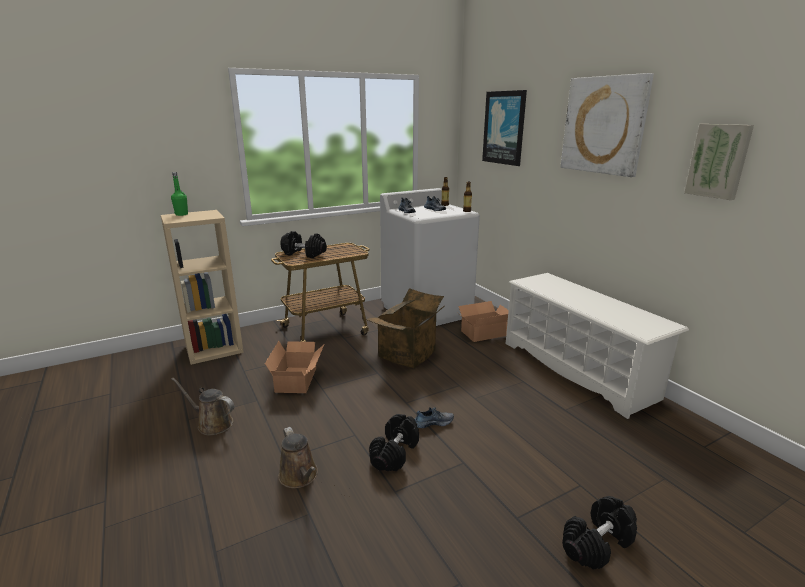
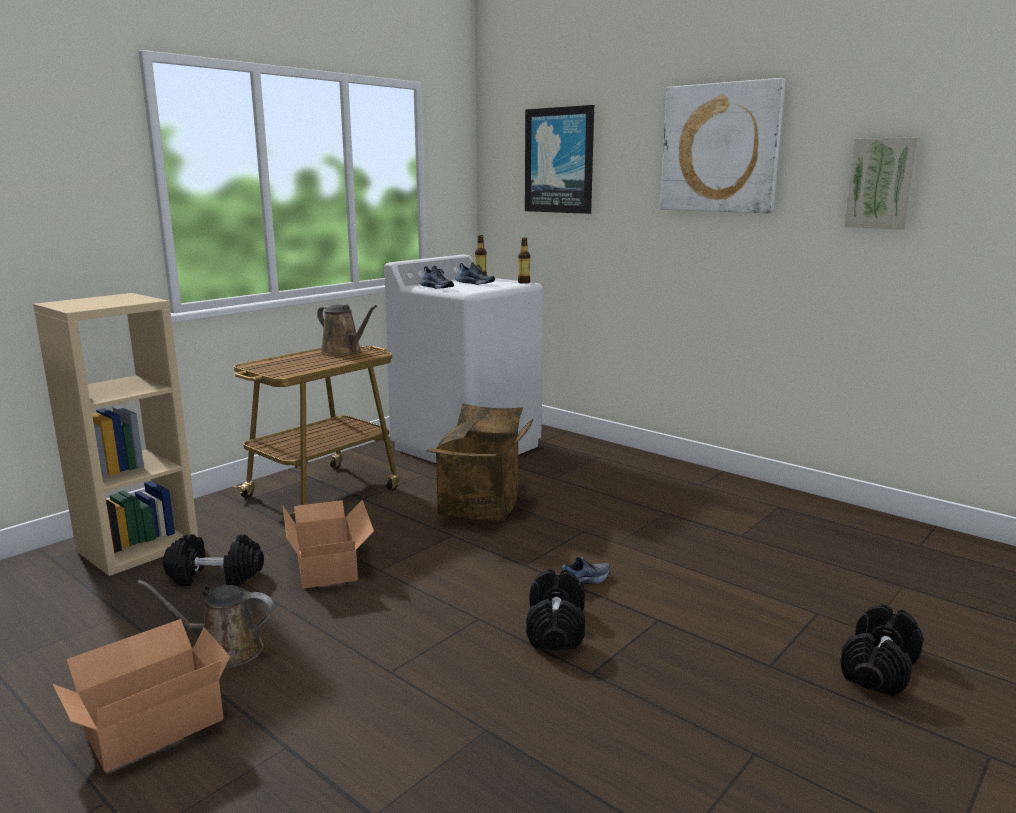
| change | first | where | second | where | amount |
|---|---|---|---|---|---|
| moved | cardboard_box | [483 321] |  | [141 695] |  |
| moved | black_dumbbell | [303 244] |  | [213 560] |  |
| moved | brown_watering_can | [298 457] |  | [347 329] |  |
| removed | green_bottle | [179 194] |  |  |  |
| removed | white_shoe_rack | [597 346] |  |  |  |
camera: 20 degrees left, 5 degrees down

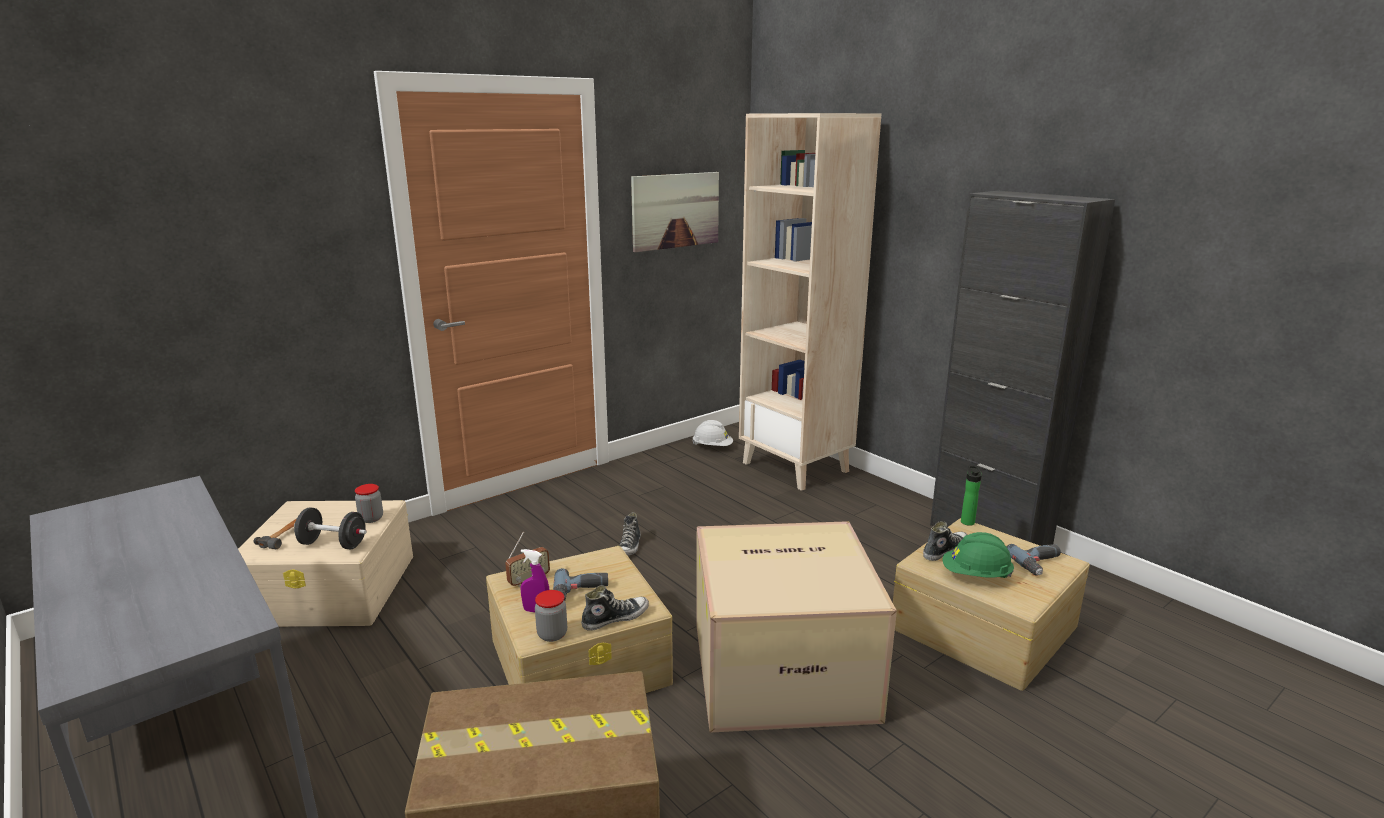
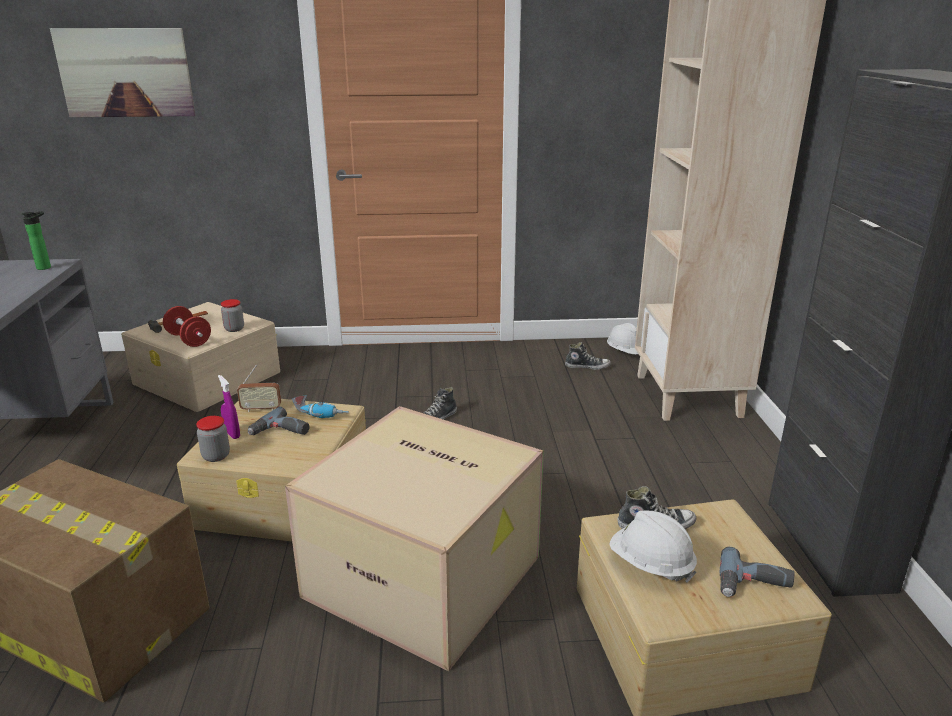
| change | first | where | second | where | amount |
|---|---|---|---|---|---|
| moved | bottle | [971 496] |  | [36 240] |  |
| moved | picture | [675 212] |  | [123 72] |  |
| recoloured | black_dumbbell | [330 528] | red_dumbbell | [187 326] |  |
| added |  |  | power_drill | [320 407] |  |
| moved | shoe | [615 608] |  | [588 356] |  |
| recoloured | green_hard_hat | [978 555] | white_hard_hat | [653 546] |  |
camera: 35 degrees right, 5 degrees up

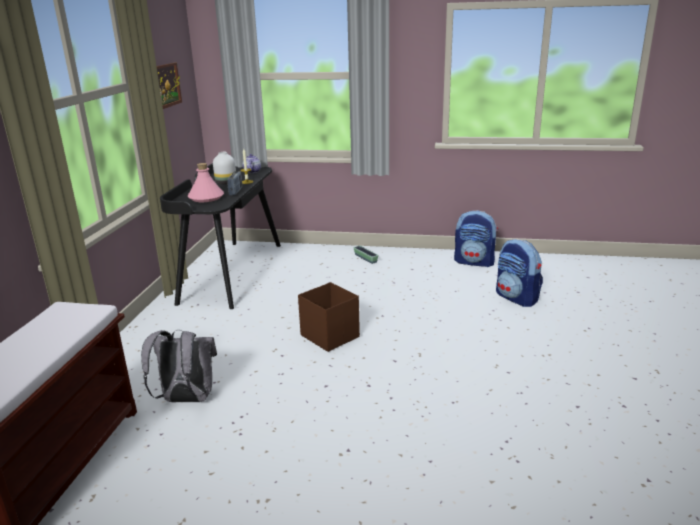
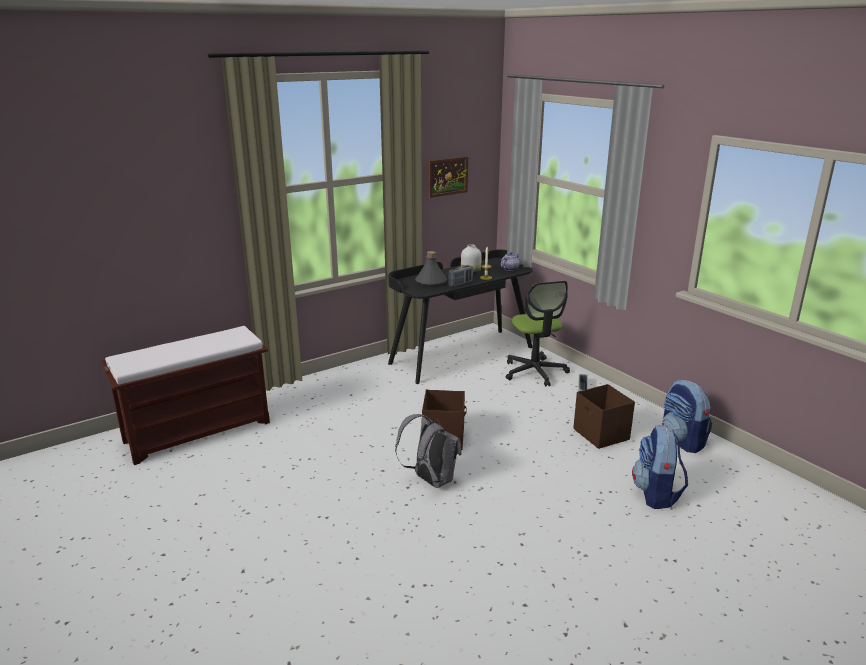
| change | first | where | second | where | amount |
|---|---|---|---|---|---|
| moved | grey_backpack | [179 366] |  | [428 451] |  |
| recoloured | pink_bottle | [206 182] | grey_bottle | [431 269] |  |
| added |  |  | office_chair | [538 334] |  |
| added |  |  | brown_storage_box | [604 416] |  |
camera: 45 degrees right, 0 degrees up

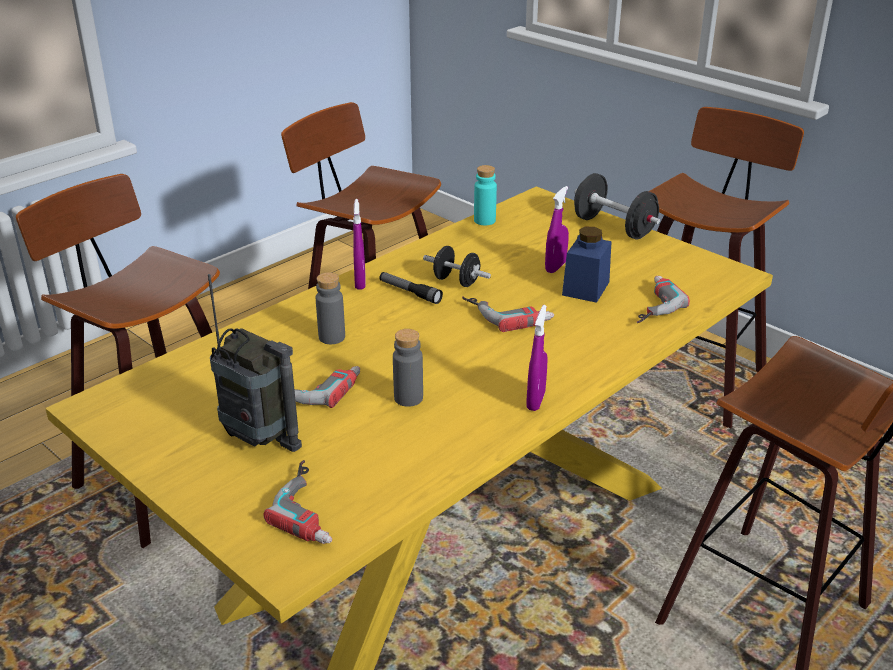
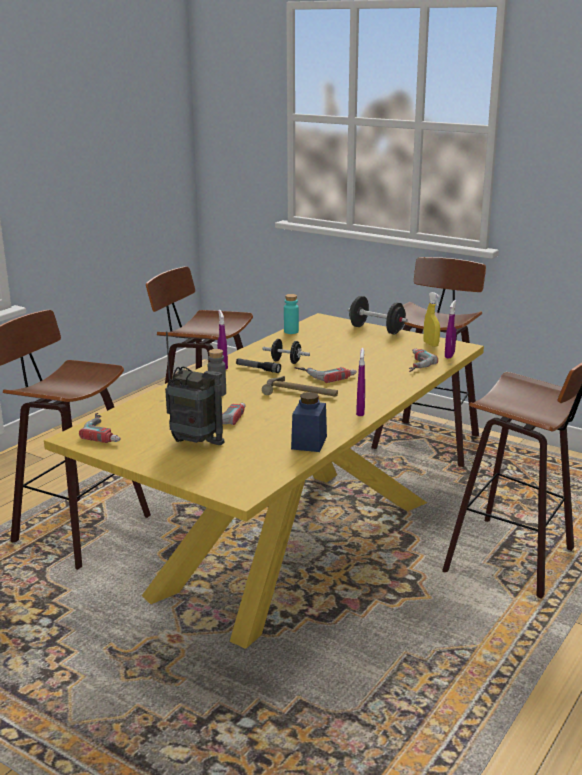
| change | first | where | second | where | amount |
|---|---|---|---|---|---|
| moved | power_drill | [297 502] |  | [100 428] |  |
| added |  |  | hammer | [300 386] |  |
| moved | blue_jar | [587 265] |  | [309 422] |  |
| added |  |  | yellow_spray_bottle | [431 319] |  |
| moved | purple_spray_bottle | [557 229] |  | [450 329] |  |
| removed | grey_bottle | [408 368] |  |  |  |
camera: 10 degrees left, 10 degrees down

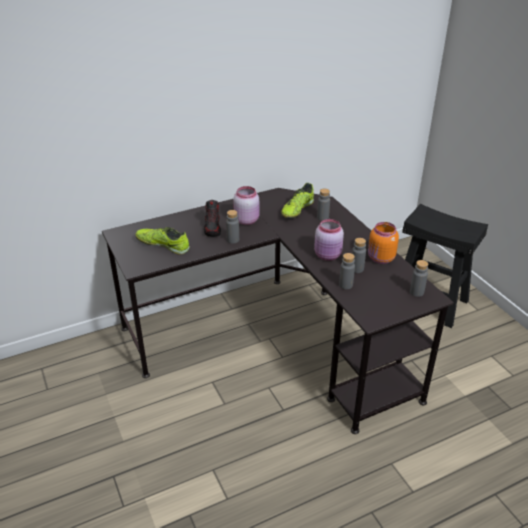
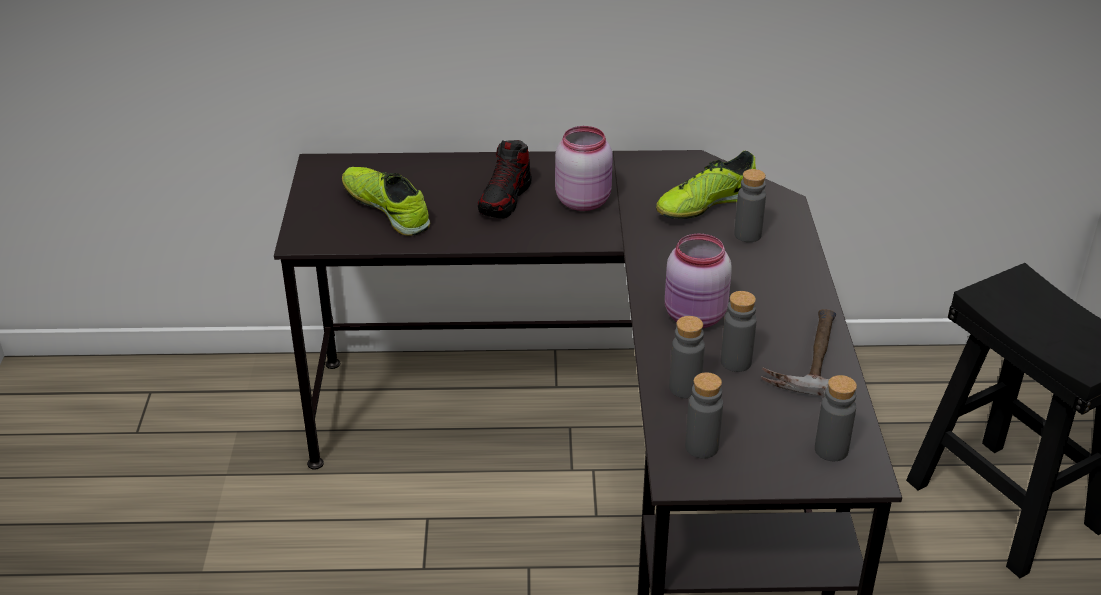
| change | first | where | second | where | amount |
|---|---|---|---|---|---|
| moved | grey_bottle | [232 227] |  | [704 415] |  |
| replaced | orange_jar | [383 243] | hammer | [798 353] |  |
camera: 25 degrees right, 0 degrees up

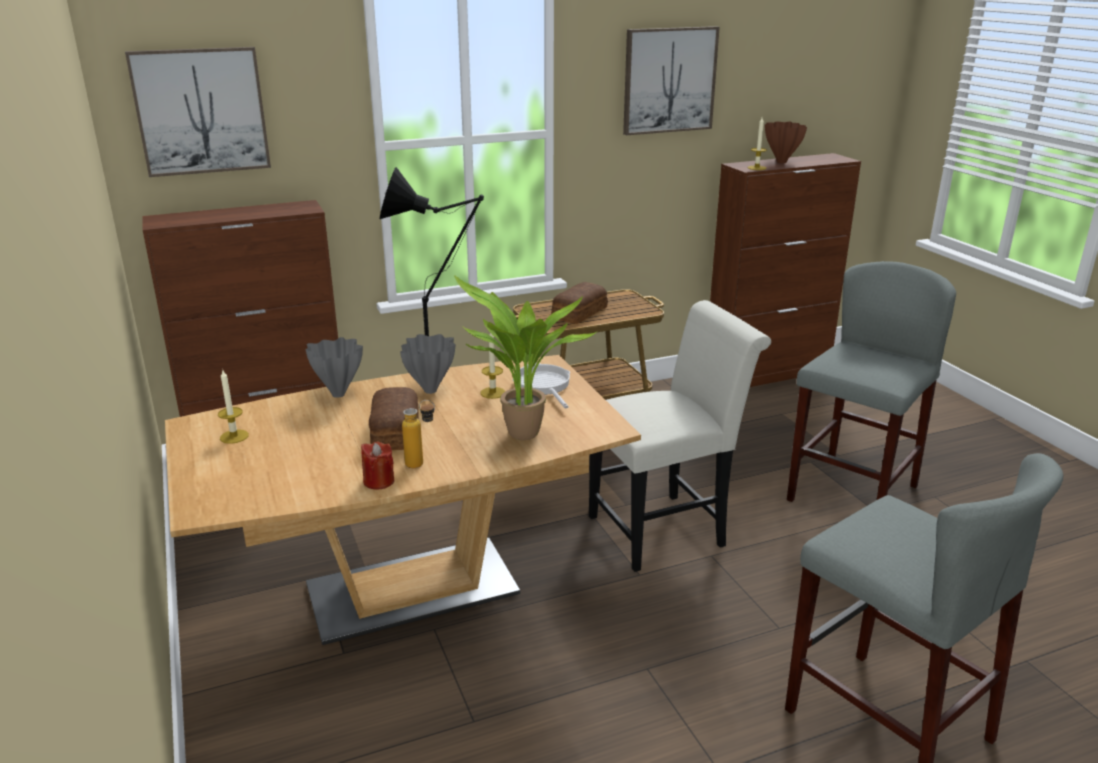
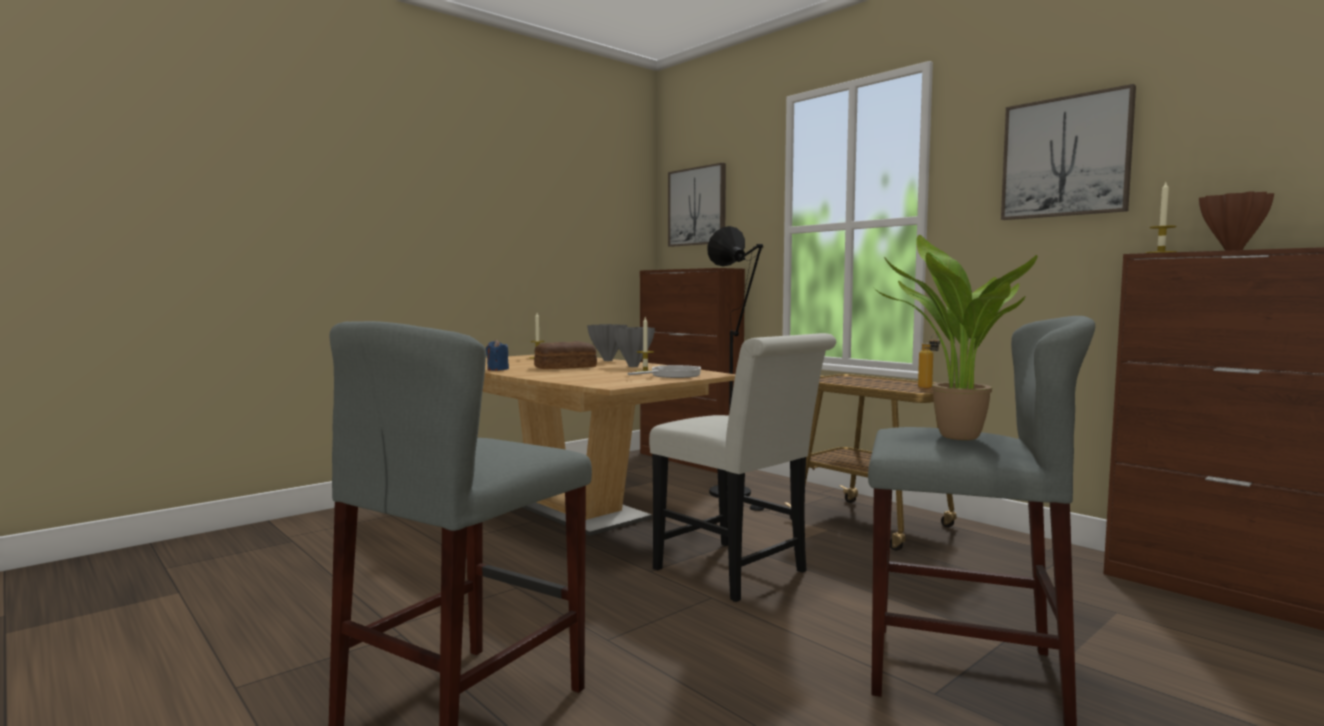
| change | first | where | second | where | amount |
|---|---|---|---|---|---|
| recoloured | red_candle | [377 465] | blue_candle | [497 355] |  |
| moved | potted_plant | [526 357] |  | [956 337] |  |
| moved | bottle | [418 434] |  | [929 361] |  |
| removed | bread | [579 303] |  |  |  |
camera: 70 degrees right, 20 degrees down

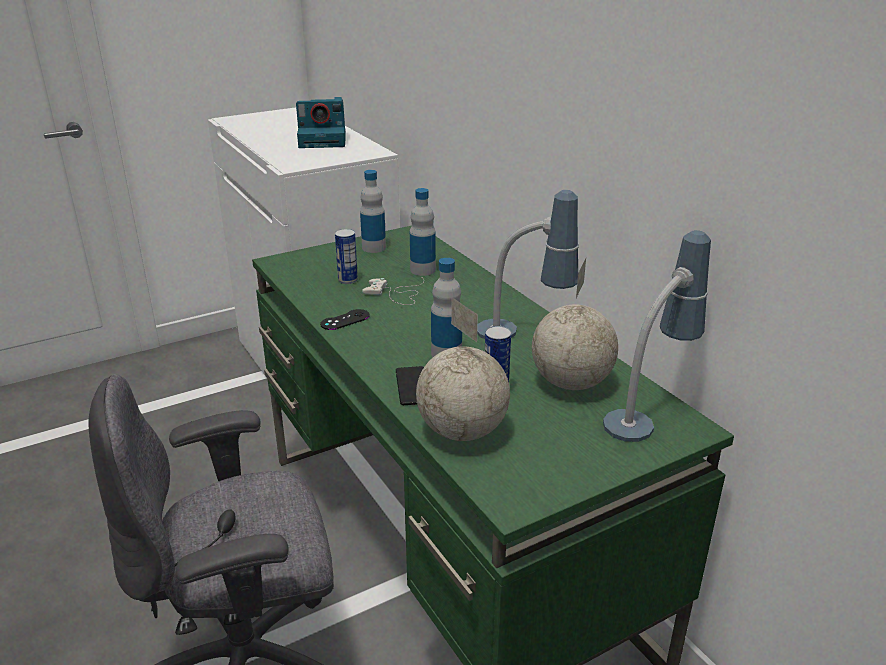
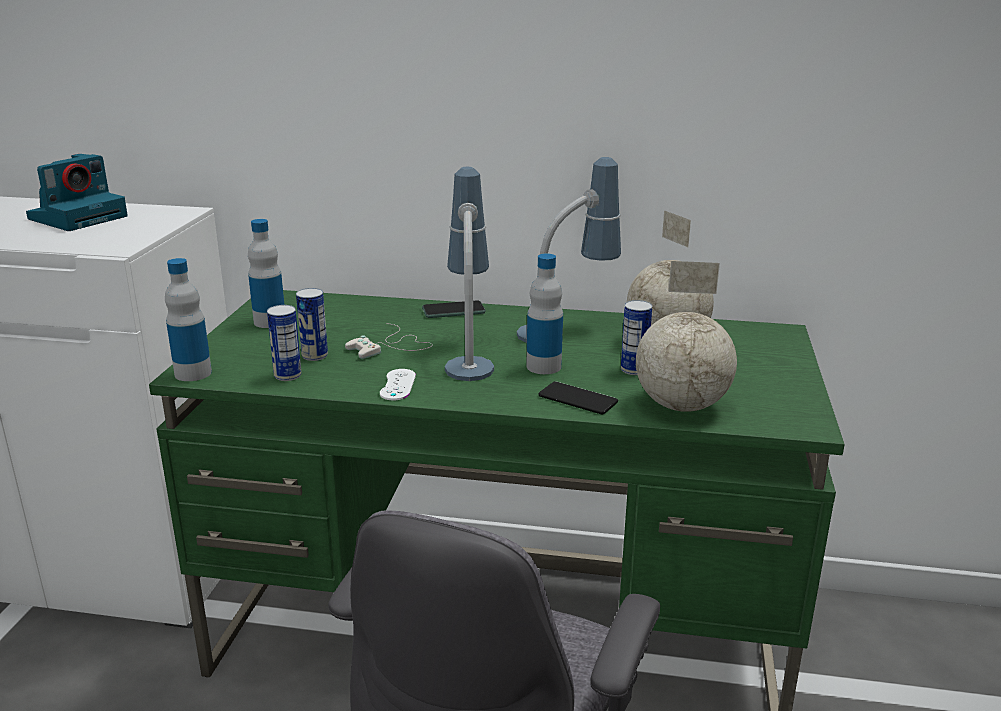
| change | first | where | second | where | amount |
|---|---|---|---|---|---|
| moved | bottle | [423 232] |  | [188 319] |  |
| added |  |  | can | [284 343] |  |
| recoloured | black_game_controller | [344 319] | white_game_controller | [398 384] |  |
| added |  |  | phone | [454 309] |  |
| moved | table_lamp | [657 336] |  | [469 274] |  |
camera: 50 degrees left, 5 degrees down

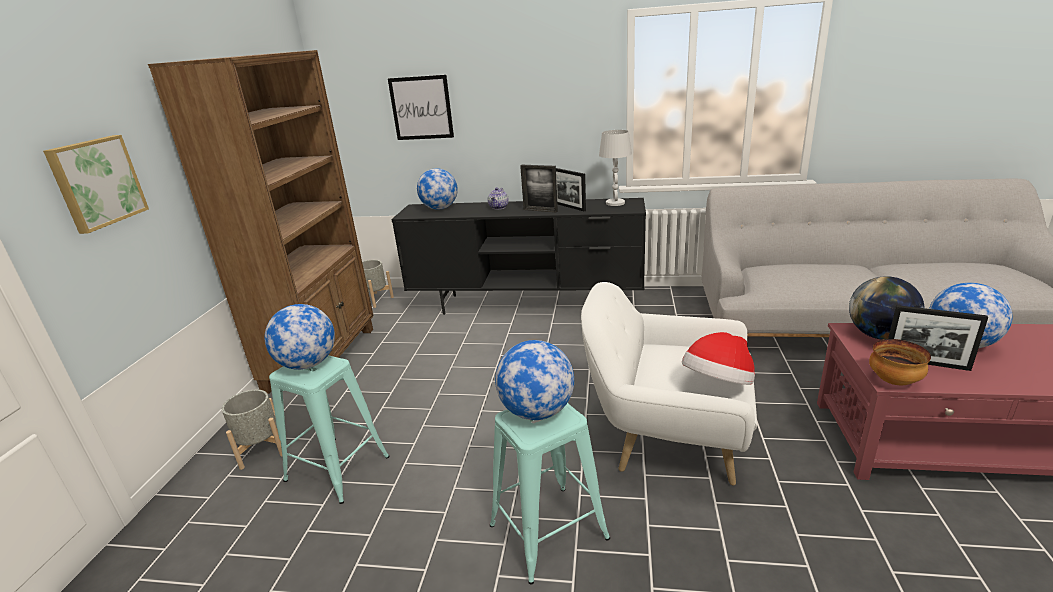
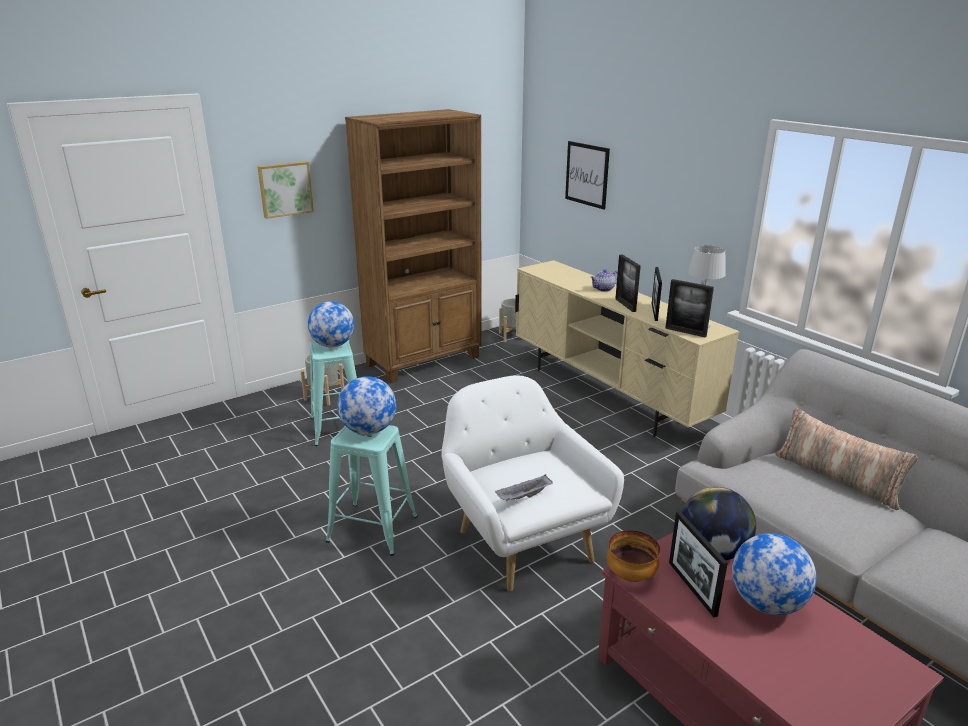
| change | first | where | second | where | amount |
|---|---|---|---|---|---|
| replaced | hat | [718 358] | grey_tray | [524 487] |  |
| recoloured | black_tv_stand | [518 256] | beige_tv_stand | [627 348] |  |
| added |  |  | picture_frame | [689 308] |  |
| added |  |  | pillow | [846 459] |  |
| removed | globe | [437 189] |  |  |  |
camera: 45 degrees right, 0 degrees up

